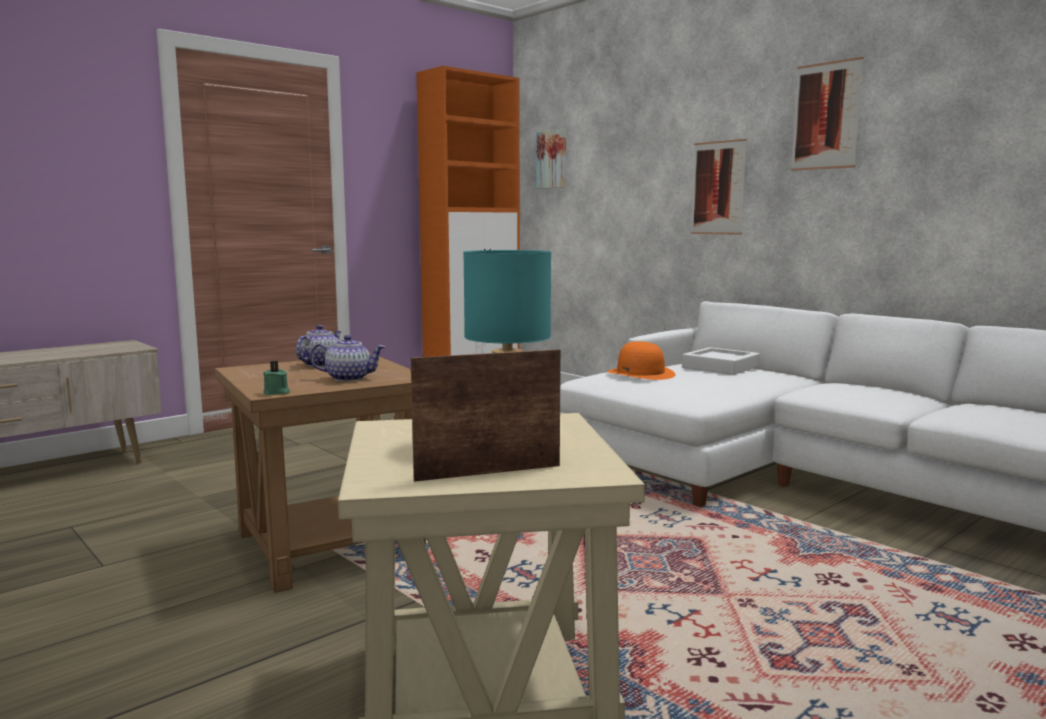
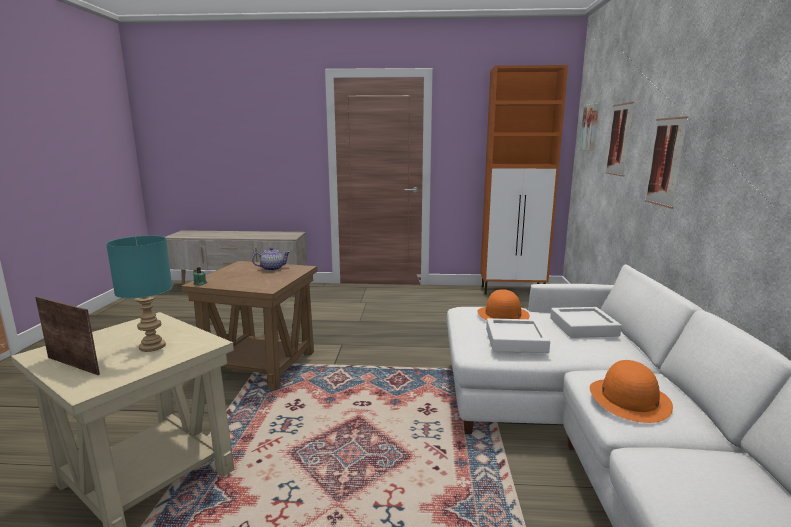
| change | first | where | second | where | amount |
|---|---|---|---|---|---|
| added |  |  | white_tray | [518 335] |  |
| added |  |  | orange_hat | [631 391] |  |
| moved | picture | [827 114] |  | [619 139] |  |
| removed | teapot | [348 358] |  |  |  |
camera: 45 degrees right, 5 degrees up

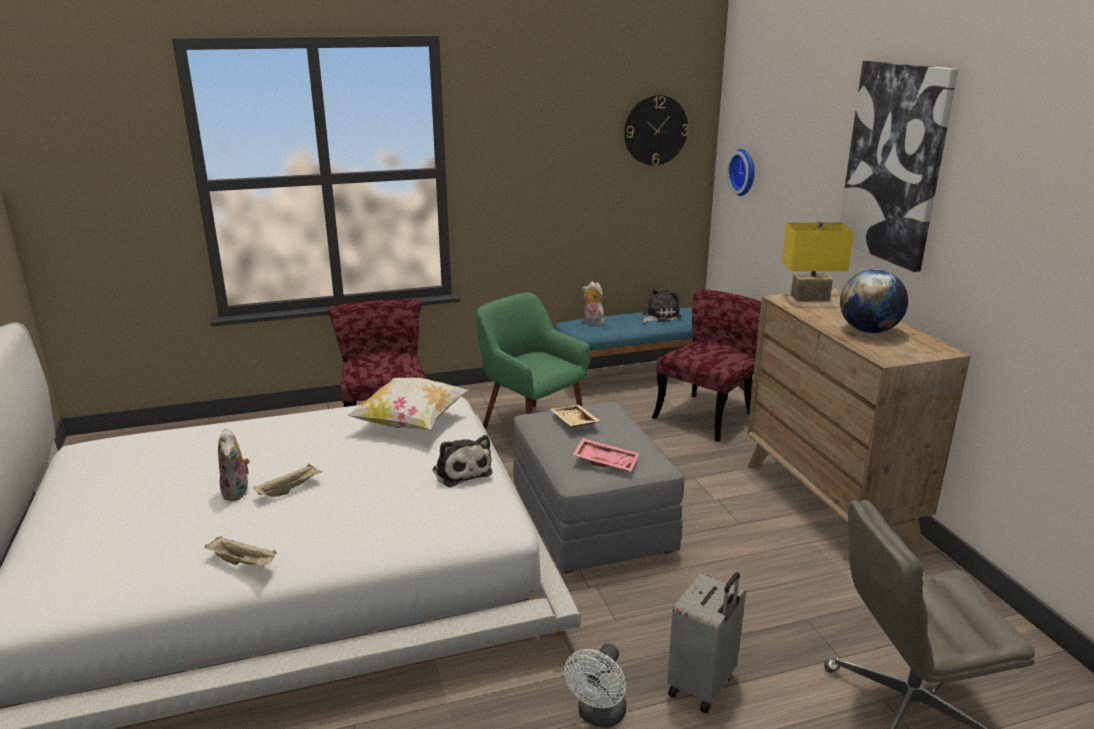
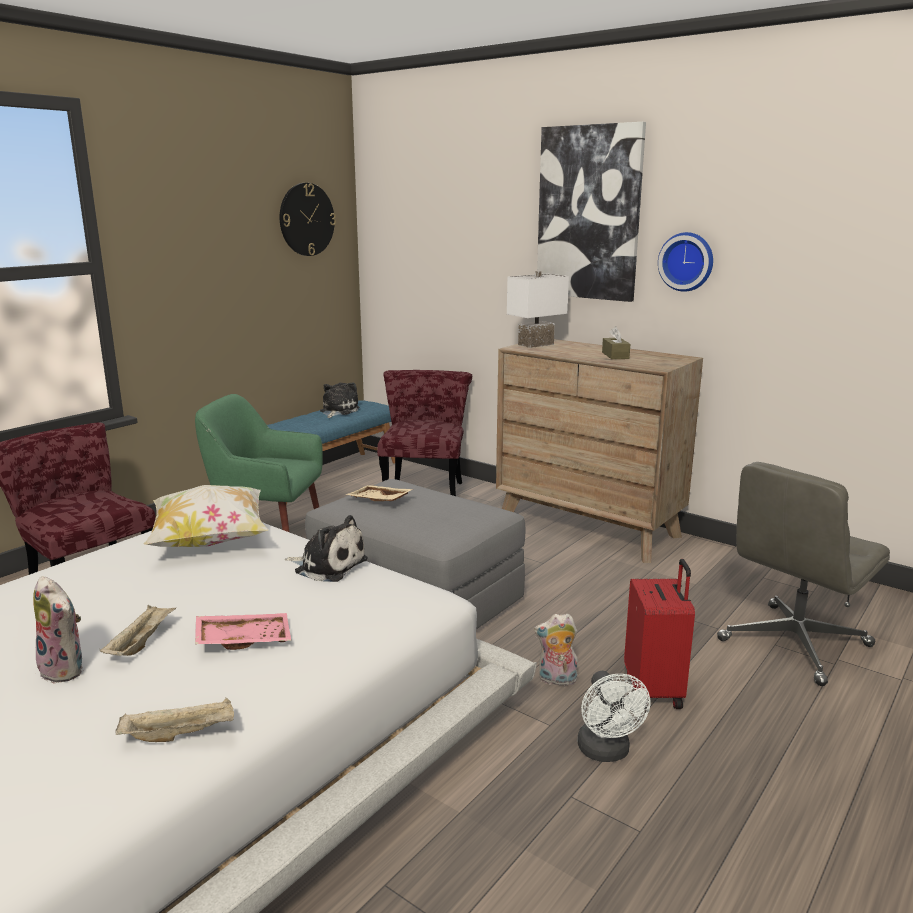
| change | first | where | second | where | amount |
|---|---|---|---|---|---|
| moved | pink_tray | [606 454] |  | [243 631] |  |
| recoloured | yellow_table_lamp | [818 261] | white_table_lamp | [538 309] |  |
| moved | plush_toy | [593 304] |  | [556 649] |  |
| replaced | globe | [874 301] | brown_tissue_box | [616 342] |  |
| recoloured | grey_suitcase | [706 643] | red_suitcase | [659 634] |  |
| moved | wall_clock | [741 172] |  | [685 262] |  |
camera: 35 degrees left, 5 degrees down

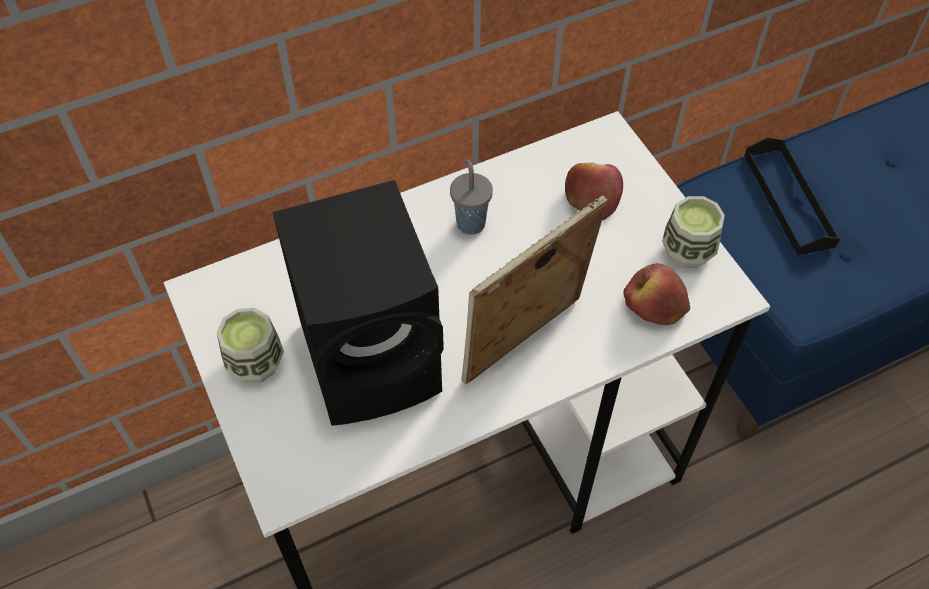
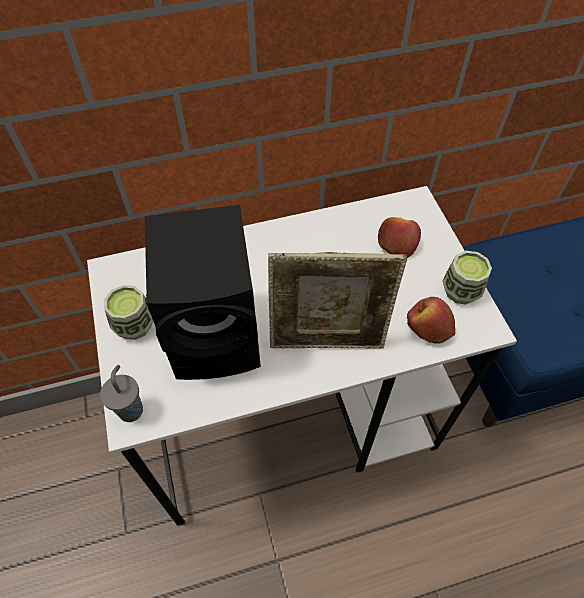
| change | first | where | second | where | amount |
|---|---|---|---|---|---|
| moved | grey_cup | [471 197] |  | [121 393] |  |
| turned | picture_frame | [535 290] |  | [337 300] | 150 degrees counterclockwise |
| removed | black_tray | [792 196] |  |  |  |
camera: 10 degrees right, 0 degrees up

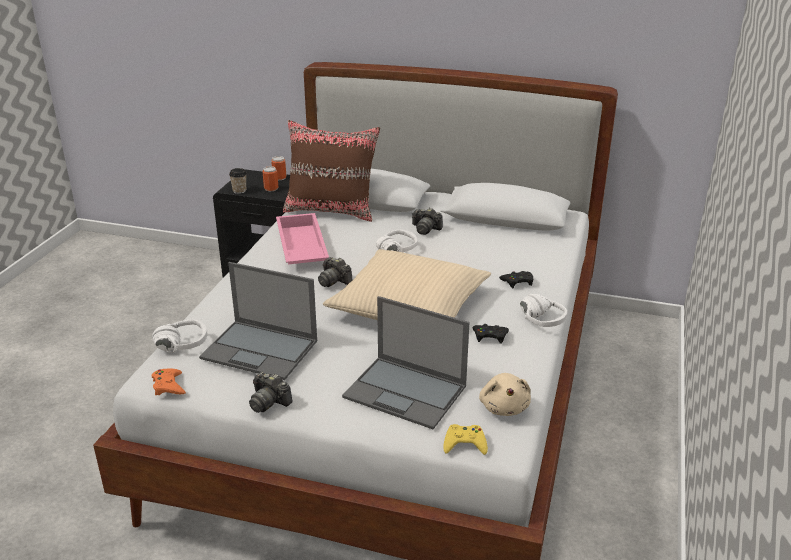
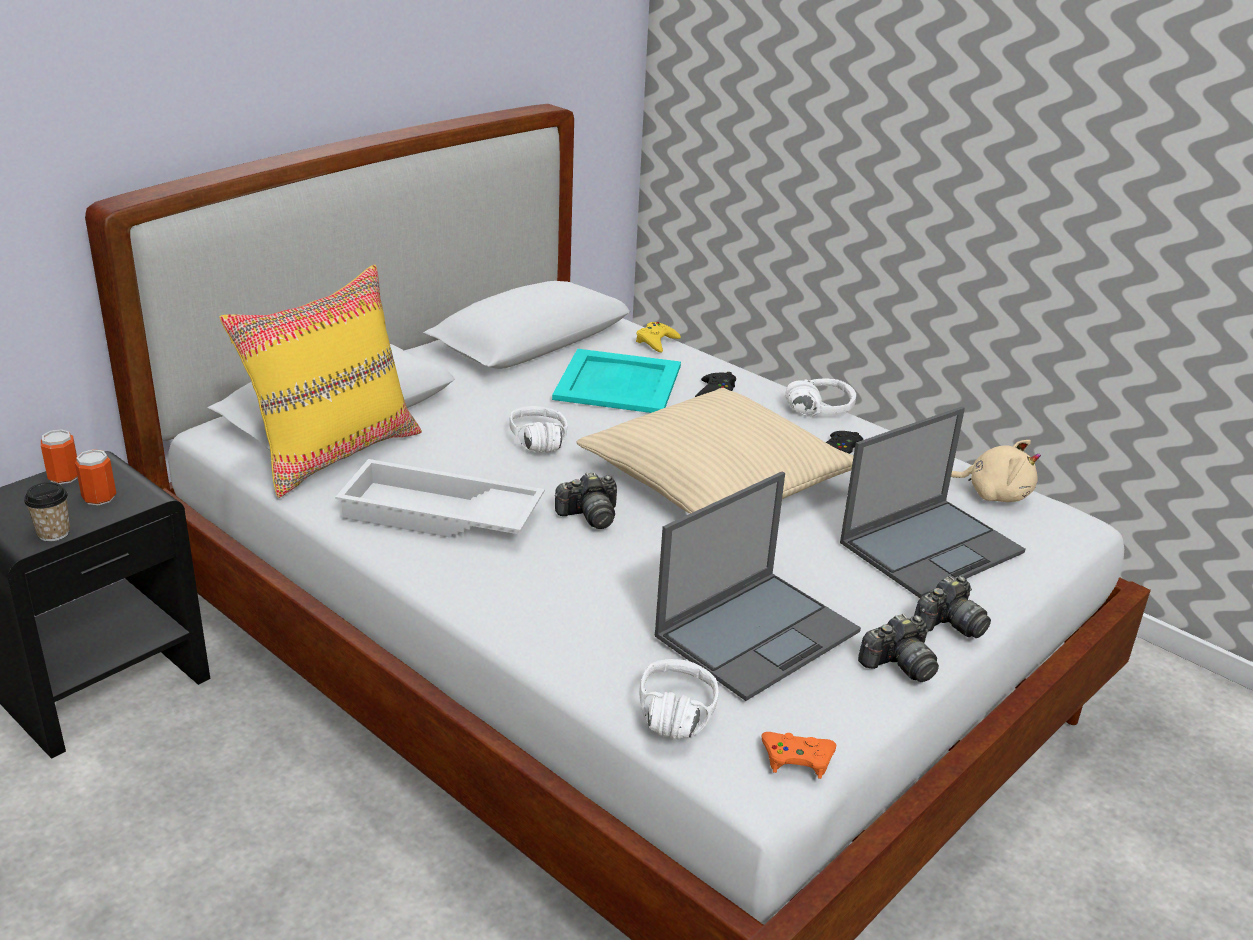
| change | first | where | second | where | amount |
|---|---|---|---|---|---|
| recoloured | brown_pillow | [331 171] | yellow_pillow | [320 381] |  |
| recoloured | pink_tray | [302 238] | white_tray | [440 498] |  |
| added |  |  | turquoise_tray | [616 381] |  |
| moved | yellow_game_controller | [465 439] |  | [658 337] |  |
| moved | photo_camera | [427 221] |  | [952 607] |  |
camera: 65 degrees left, 0 degrees up

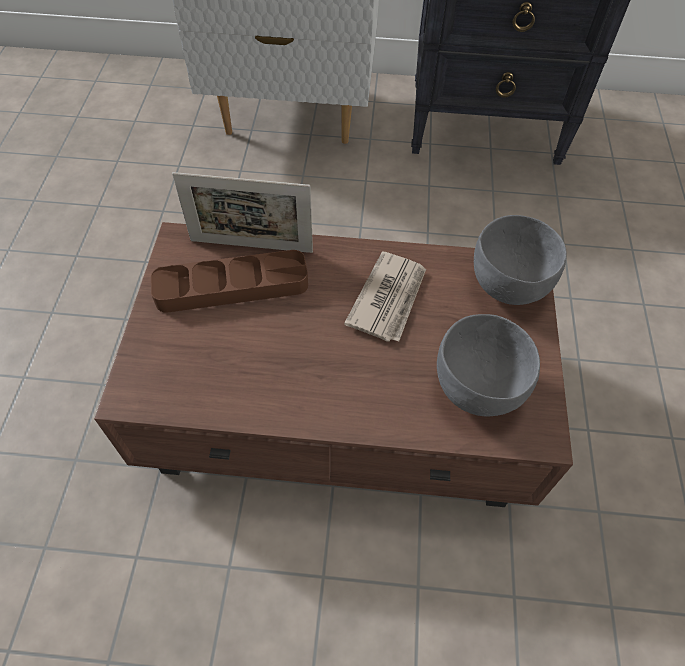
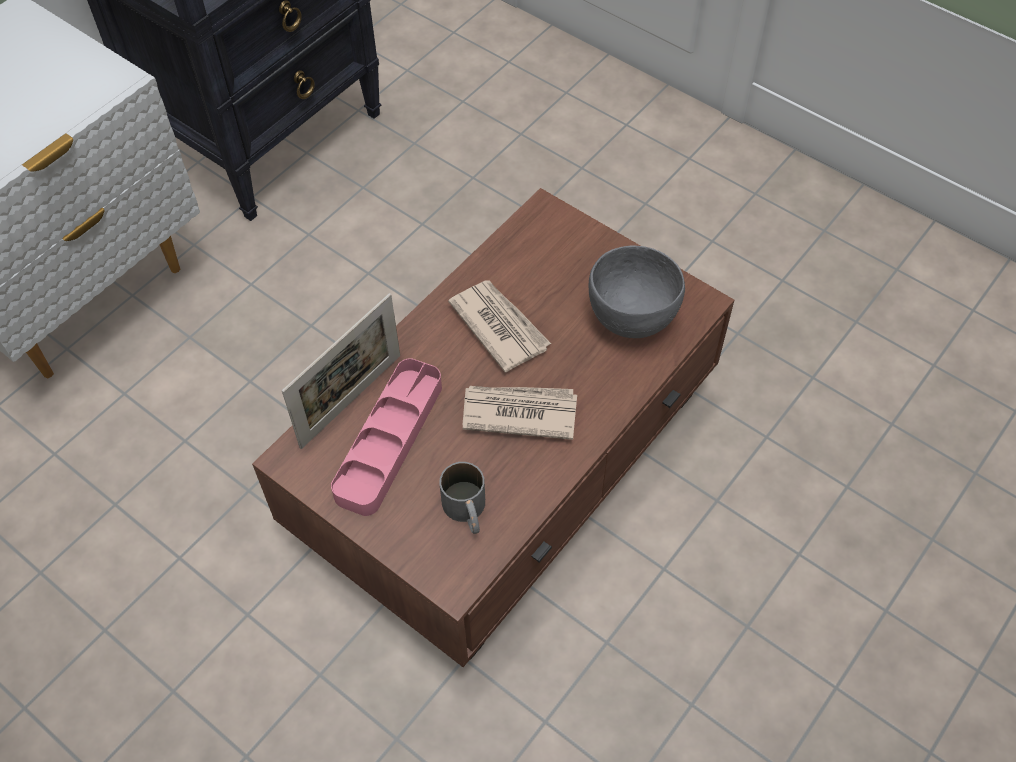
| change | first | where | second | where | amount |
|---|---|---|---|---|---|
| recoloured | brown_tray | [229 281] | pink_tray | [386 437] |  |
| added |  |  | grey_mug | [462 498] |  |
| added |  |  | newspaper | [519 413] |  |
| removed | grey_bowl | [520 260] |  |  |  |
camera: 55 degrees left, 0 degrees up

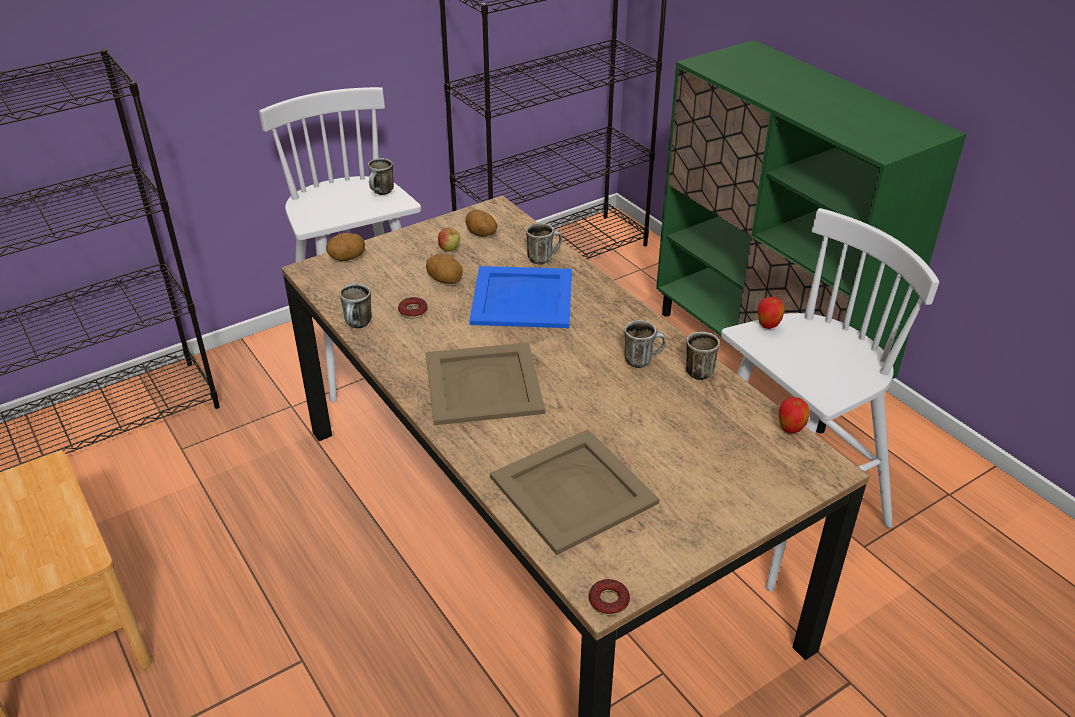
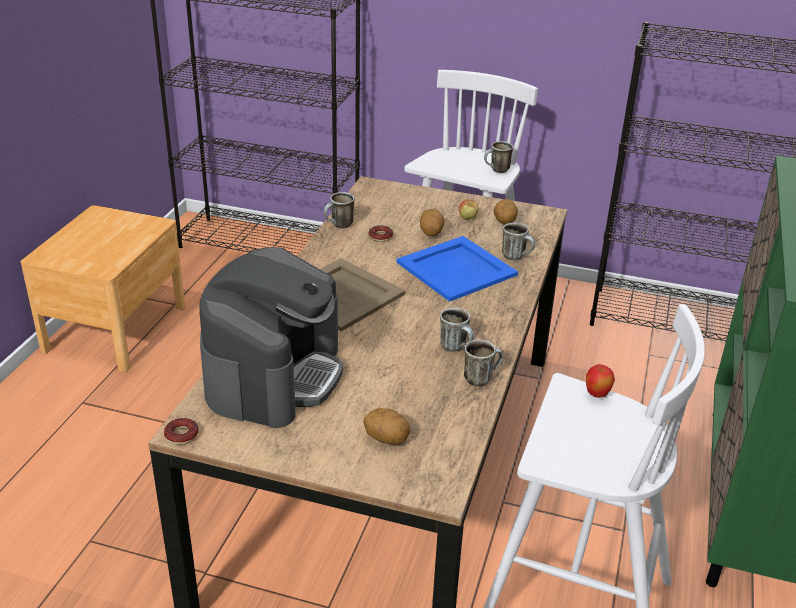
| change | first | where | second | where | amount |
|---|---|---|---|---|---|
| replaced | beige_tray | [575 492] | coffee_machine | [271 337] |  |
| moved | potato | [345 247] |  | [386 426] |  |
| removed | apple | [794 415] |  |  |  |
camera: 50 degrees right, 5 degrees down

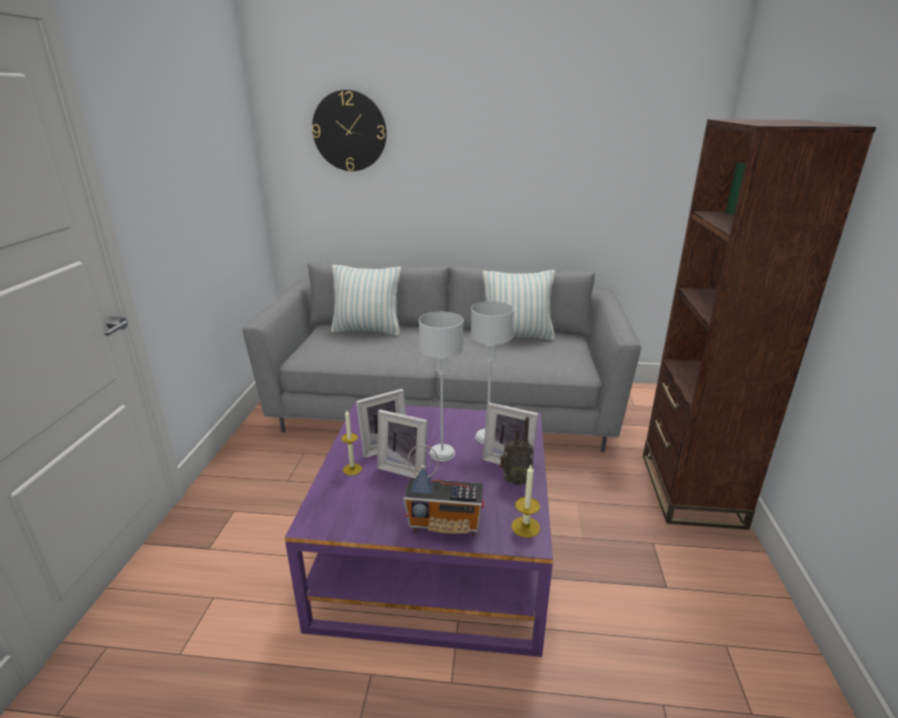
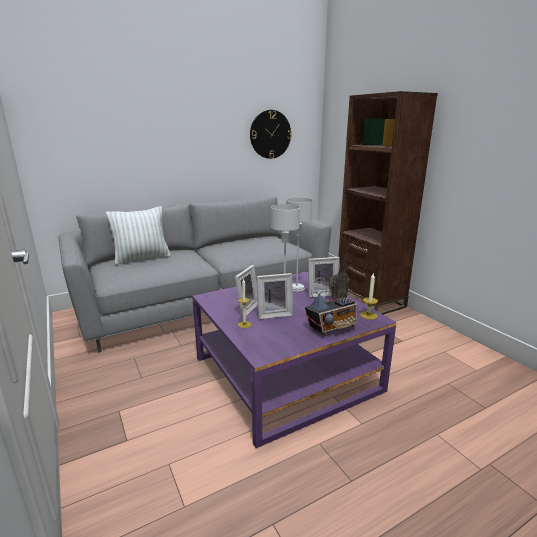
| change | first | where | second | where | amount |
|---|---|---|---|---|---|
| moved | wall_clock | [349 130] |  | [271 134] |  |
| removed | pillow | [518 305] |  |  |  |
camera: 35 degrees left, 5 degrees down

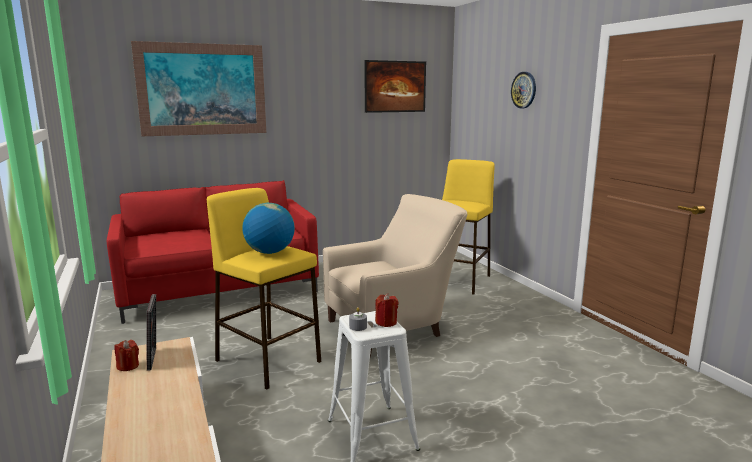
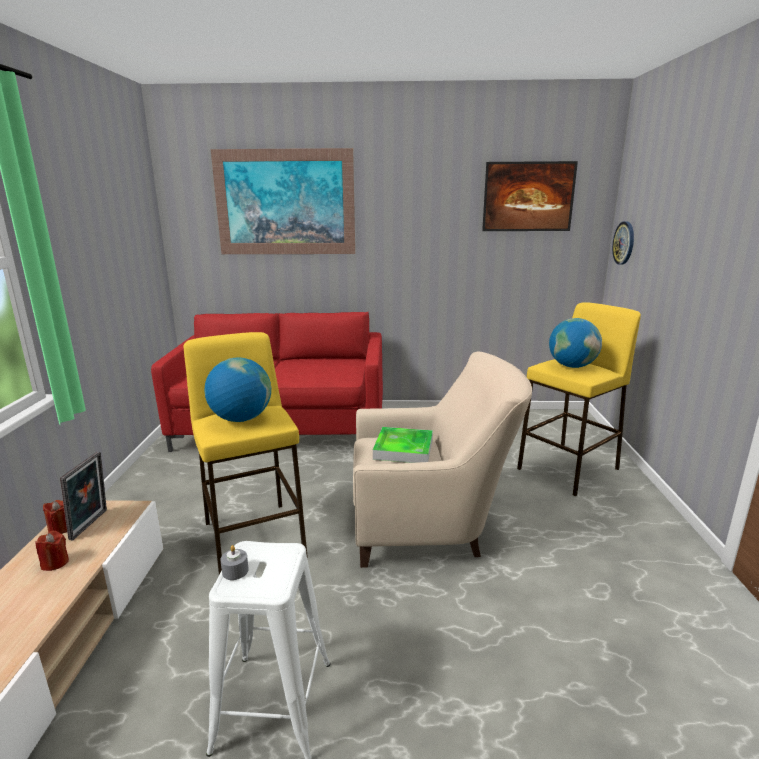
| change | first | where | second | where | amount |
|---|---|---|---|---|---|
| moved | red_candle | [386 310] |  | [52 551] |  |
| added |  |  | tray | [403 445] |  |
| added |  |  | globe | [575 343] |  |
| moved | wall_clock | [523 90] |  | [623 243] |  |
camera: 25 degrees right, 5 degrees up

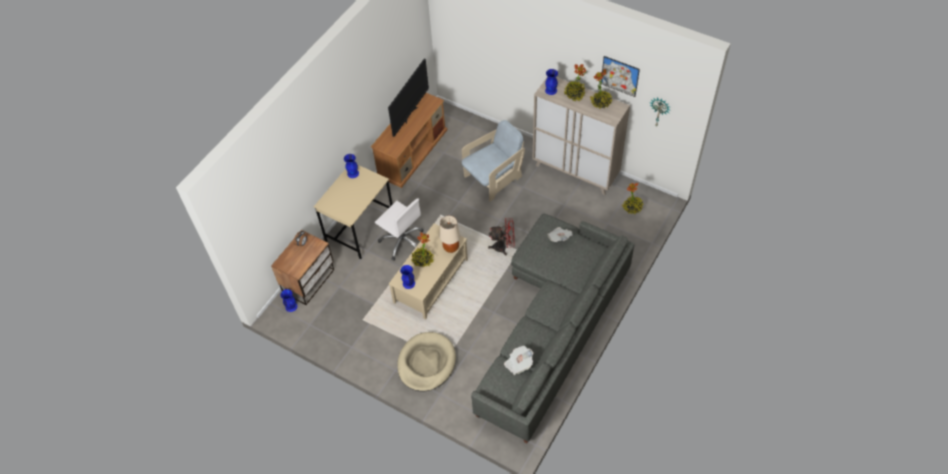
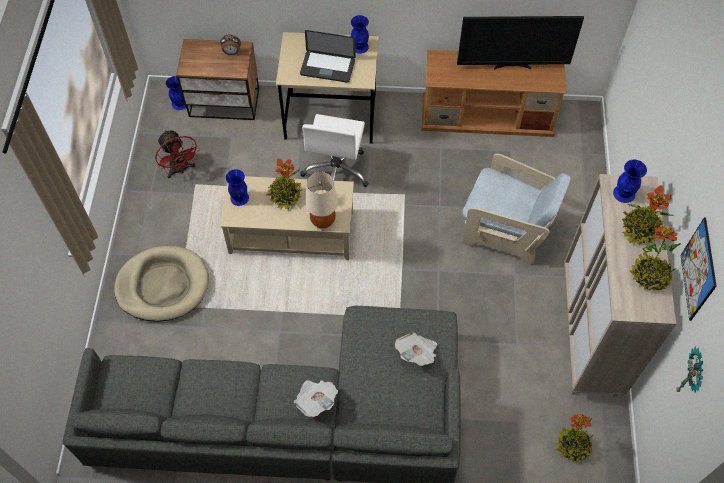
| change | first | where | second | where | amount |
|---|---|---|---|---|---|
| moved | red_fan | [501 236] |  | [177 154] |  |
| moved | newspaper | [519 360] |  | [315 398] |  |
| added |  |  | laptop | [328 56] |  |
camera: 60 degrees right, 5 degrees up

